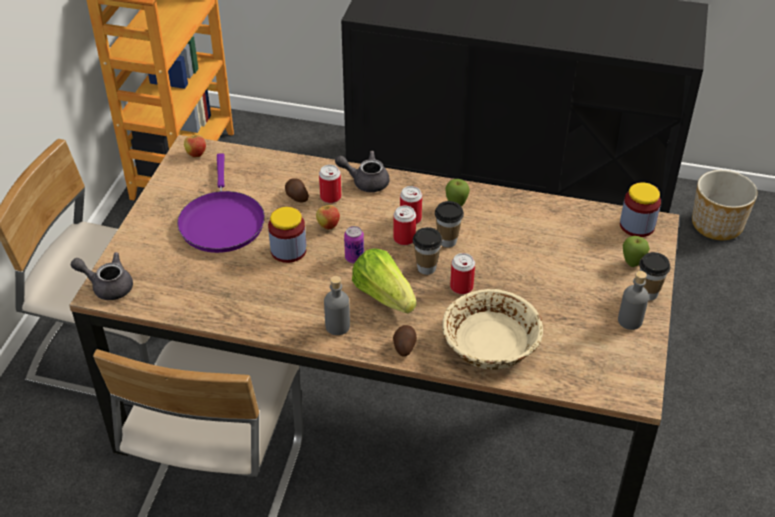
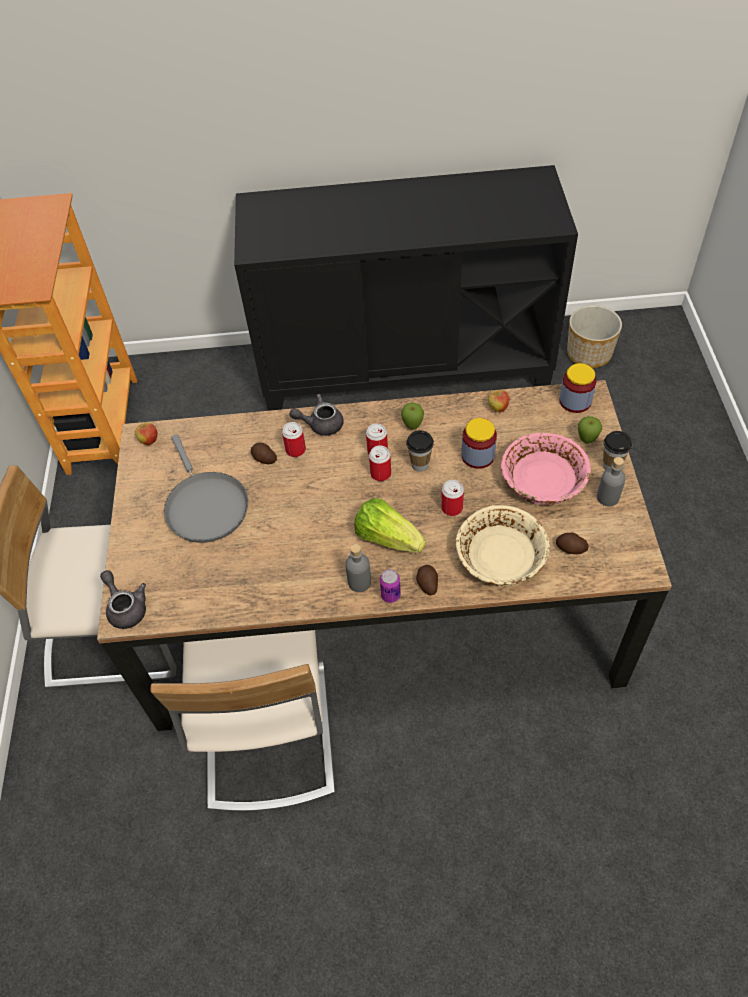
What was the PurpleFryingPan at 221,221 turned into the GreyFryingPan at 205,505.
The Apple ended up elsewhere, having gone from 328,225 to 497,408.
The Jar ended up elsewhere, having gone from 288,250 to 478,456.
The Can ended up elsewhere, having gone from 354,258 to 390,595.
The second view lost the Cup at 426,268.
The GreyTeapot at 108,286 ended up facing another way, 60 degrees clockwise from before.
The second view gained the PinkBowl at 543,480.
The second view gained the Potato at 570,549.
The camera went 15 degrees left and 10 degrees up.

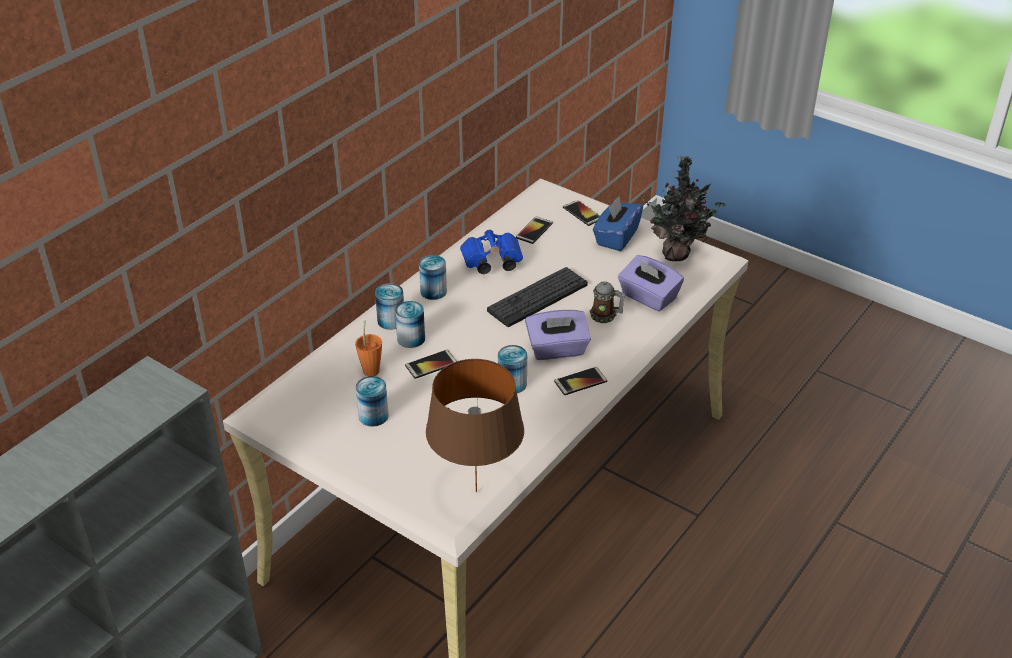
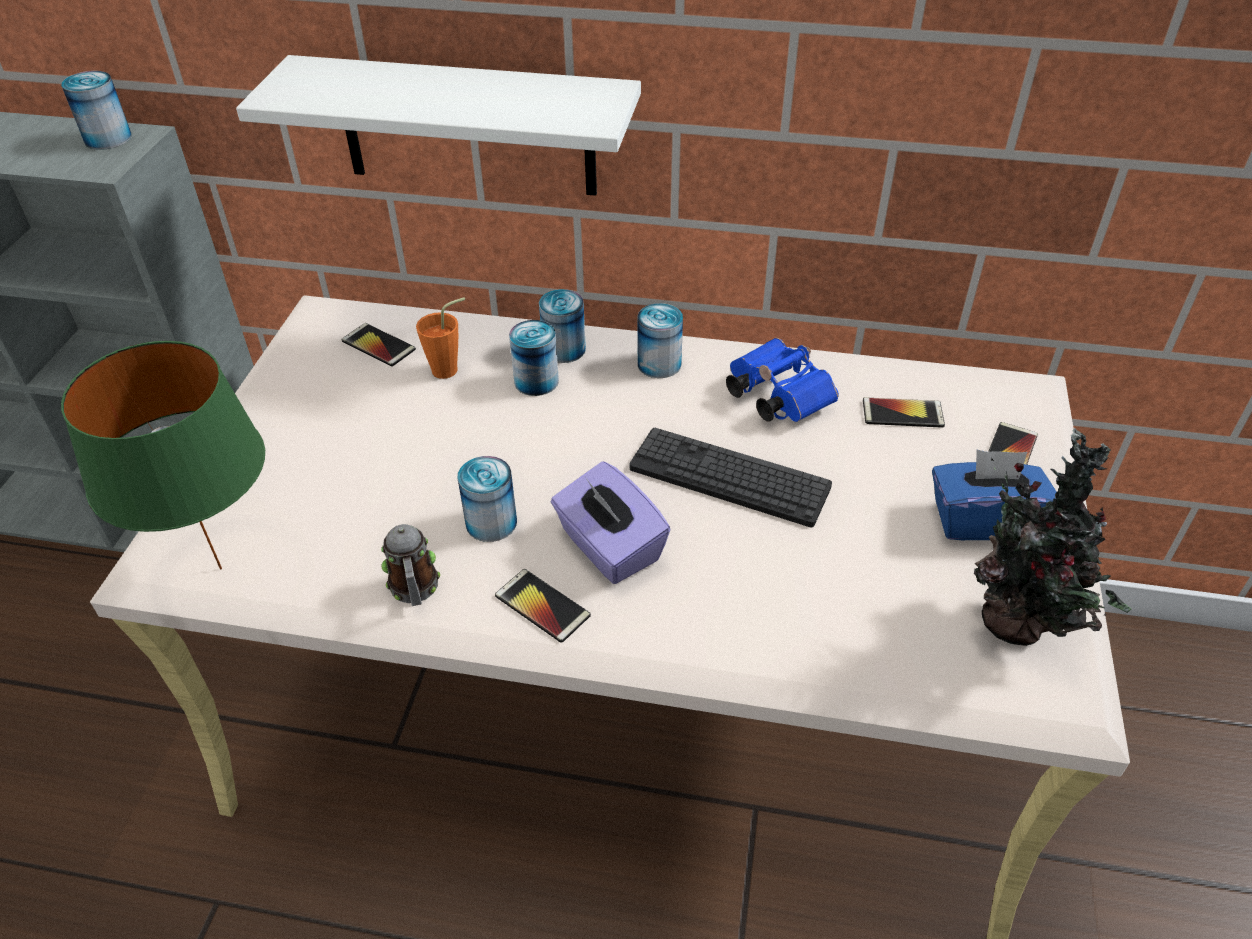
The second view lost the PurpleTissueBox at 648,297.
The Mug ended up elsewhere, having gone from 606,316 to 415,590.
The Phone ended up elsewhere, having gone from 431,365 to 378,345.
What was the BrownTableLamp at 476,492 turned into the GreenTableLamp at 218,569.
The Can ended up elsewhere, having gone from 373,416 to 108,138.
The second view gained the WhiteShelf at 467,127.
The camera went 65 degrees right and 5 degrees up.

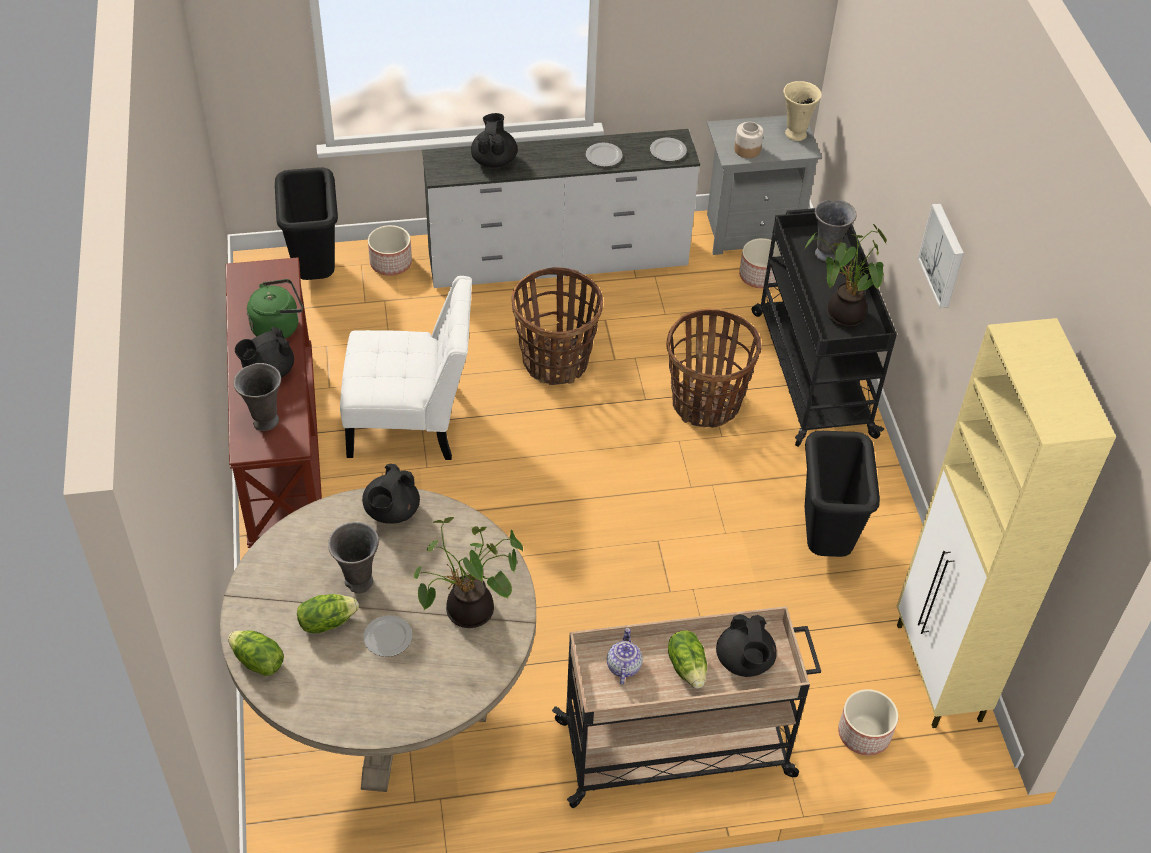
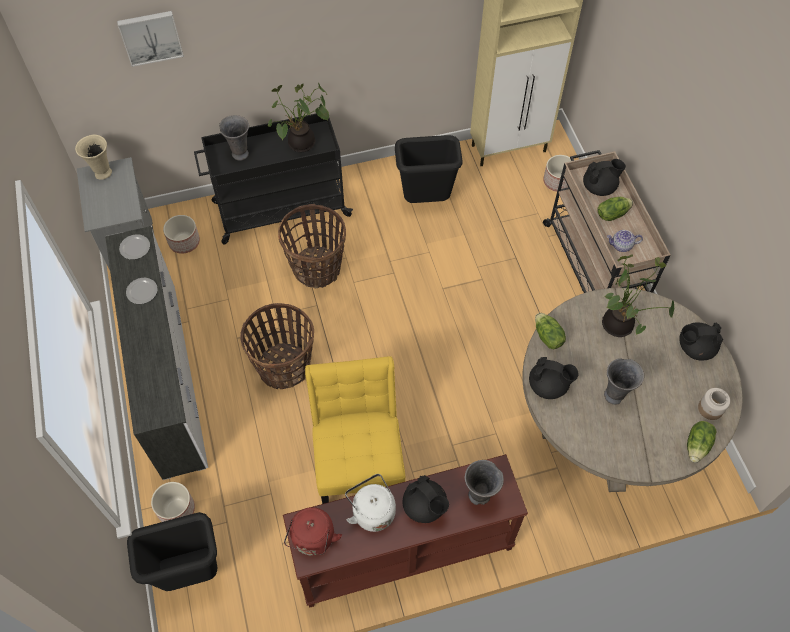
The BlackTeapot ended up elsewhere, having gone from 494,160 to 694,348.
The Jar ended up elsewhere, having gone from 747,150 to 710,409.
The Picture ended up elsewhere, having gone from 944,255 to 150,37.
What was the WhiteChair at 411,422 turned into the YellowChair at 359,459.
What was the GreenKettle at 278,326 turned into the WhiteKettle at 372,511.
The Lettuce ended up elsewhere, having gone from 327,621 to 547,337.
The second view lost the Plate at 387,636.
The second view gained the RedKettle at 313,540.
The camera went 95 degrees left and 10 degrees up.

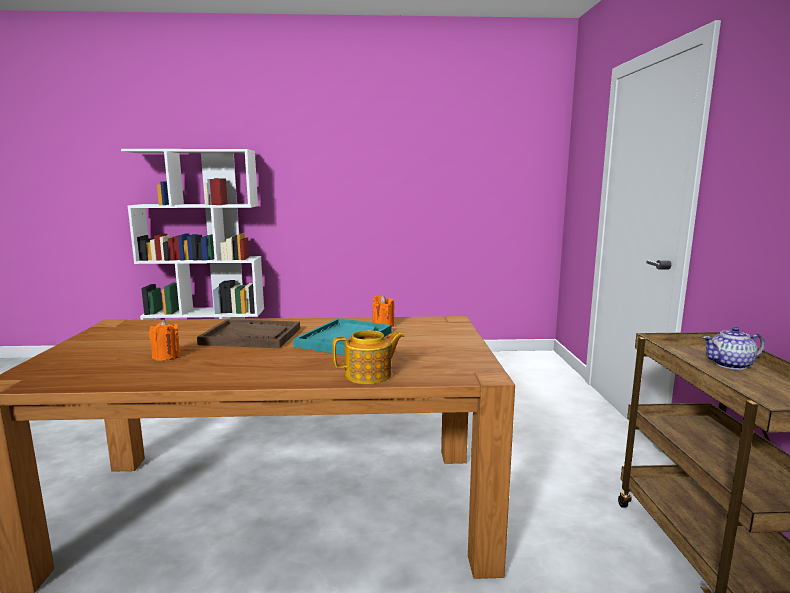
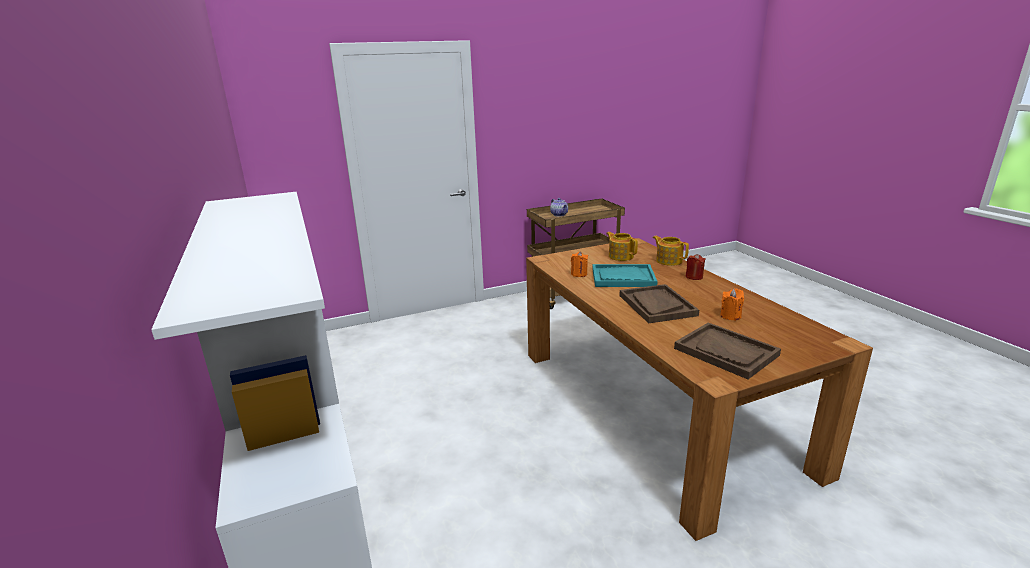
The second view gained the Teapot at 620,256.
The second view gained the RedCandle at 694,277.
The second view gained the BrownTray at 726,352.
The camera went 110 degrees left and 10 degrees up.

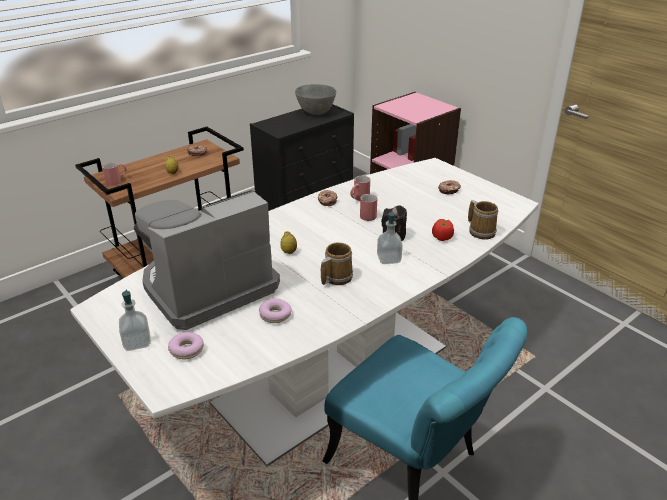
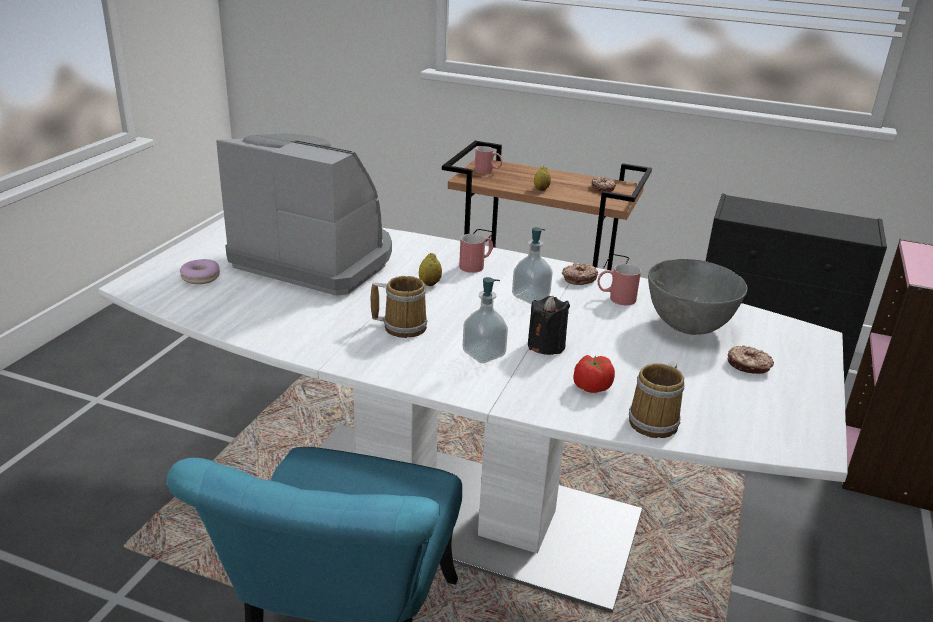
The GreyBowl ended up elsewhere, having gone from 316,112 to 689,326.
The RedMug ended up elsewhere, having gone from 367,214 to 476,265.
The SoapDispenser ended up elsewhere, having gone from 137,342 to 530,297.
The second view lost the Donut at 275,315.
The camera went 60 degrees right and 5 degrees down.

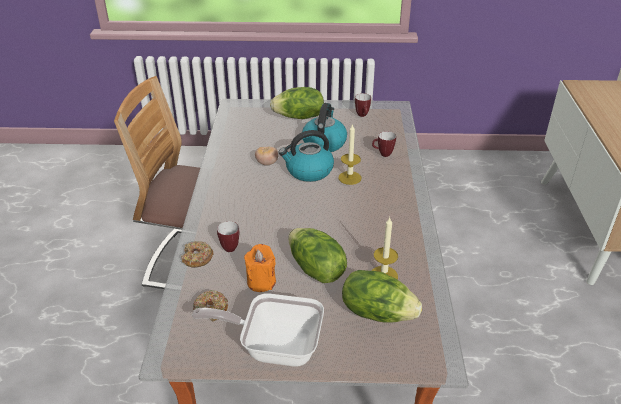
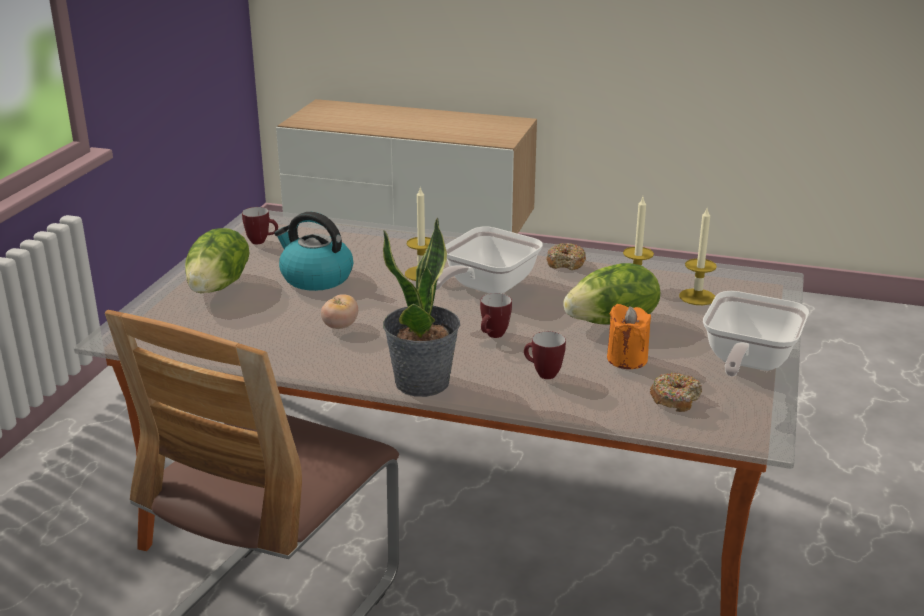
The second view lost the Kettle at 308,171.
The Mug ended up elsewhere, having gone from 382,154 to 493,336.
The Donut ended up elsewhere, having gone from 197,258 to 566,263.
Where the Lettuce stood at 377,312, the Candle came to stand at 697,297.
The second view gained the PottedPlant at 423,383.
The second view gained the FryingPan at 484,288.
The camera went 75 degrees left and 10 degrees down.

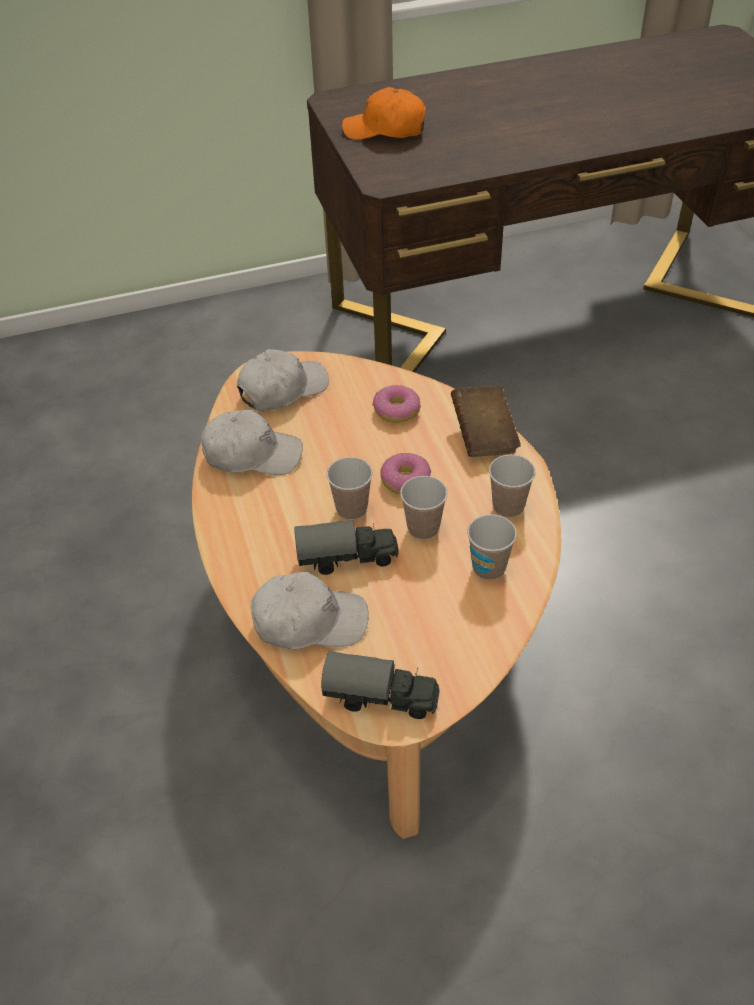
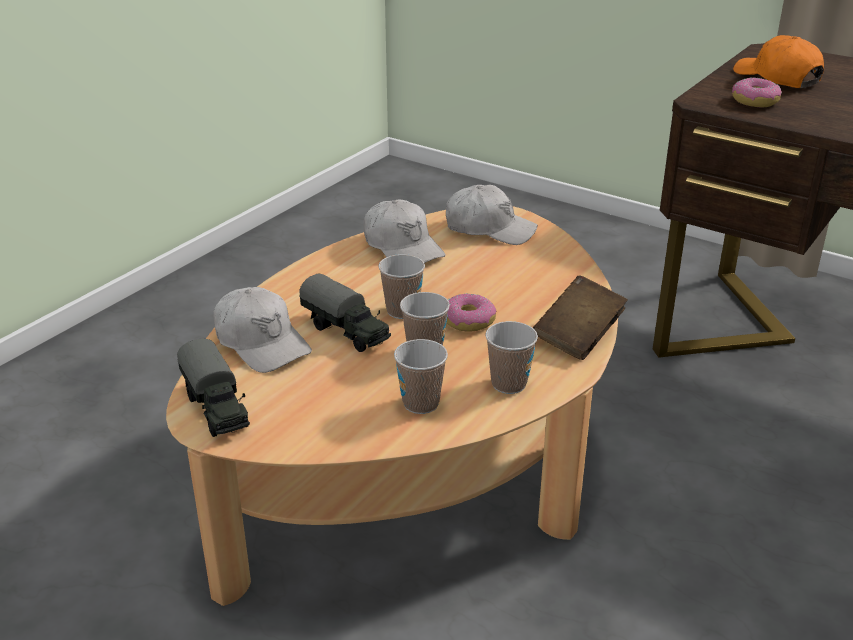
The Donut ended up elsewhere, having gone from 396,410 to 754,101.
The camera went 50 degrees right and 15 degrees down.

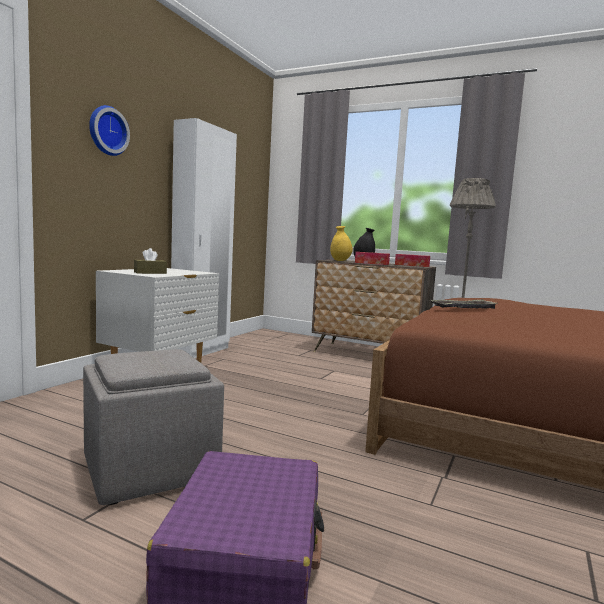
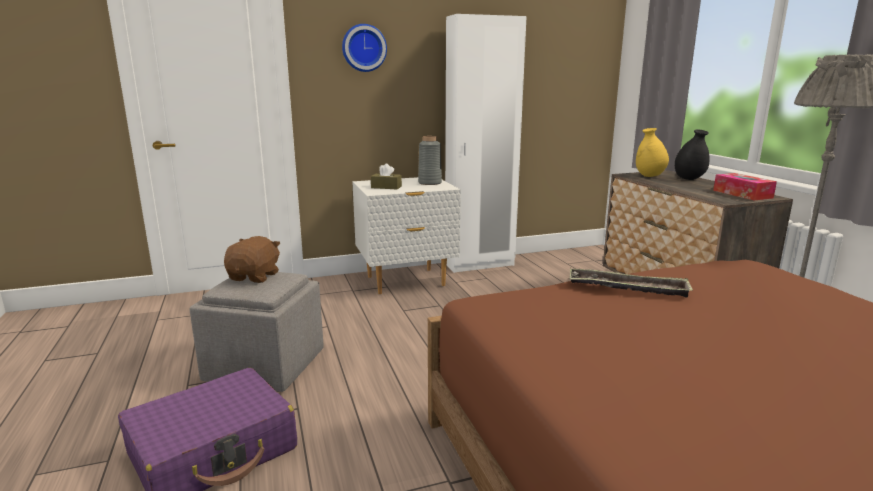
The second view lost the TissueBox at 372,263.
The second view gained the GreyVase at 429,183.
The second view gained the BrownPlushToy at 255,277.
The camera went 45 degrees right and 10 degrees up.

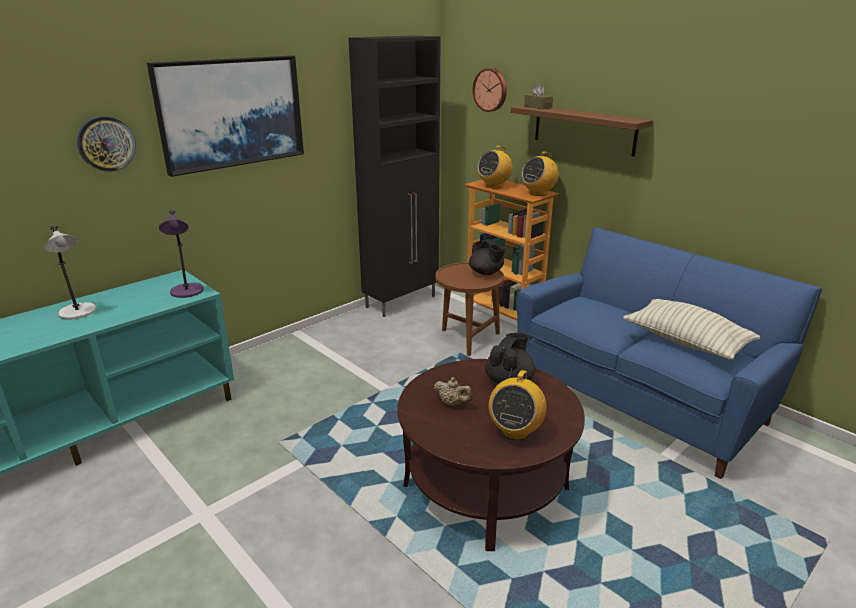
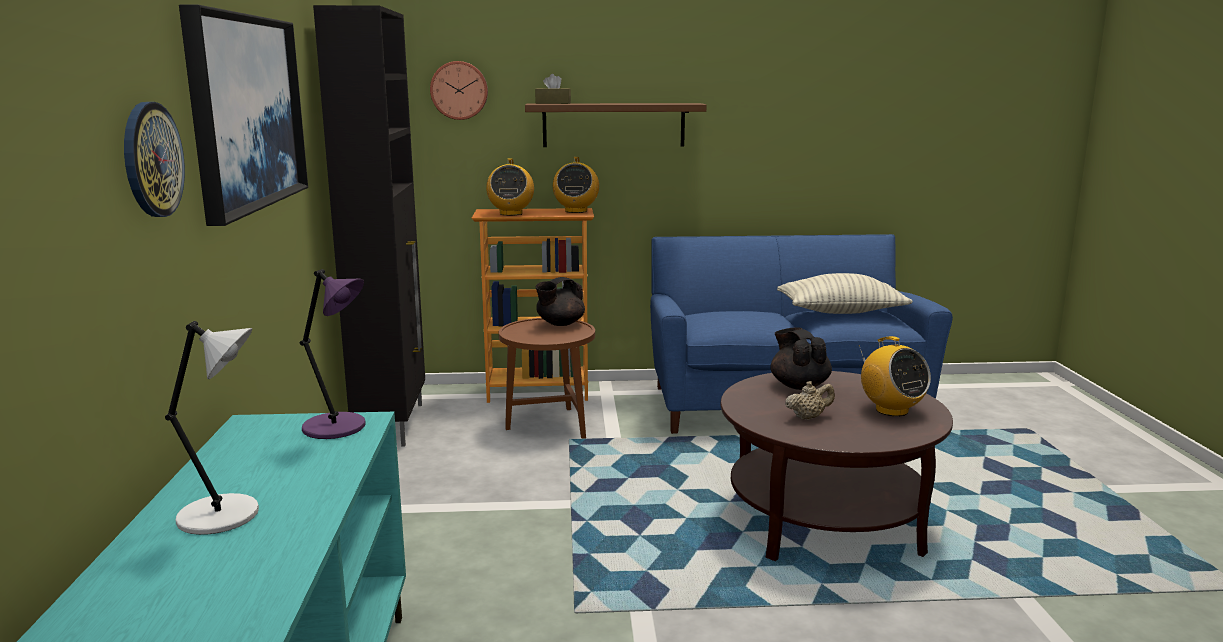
The BlackTeapot at 486,273 ended up facing another way, 135 degrees clockwise from before.
The camera went 50 degrees left and 10 degrees down.

